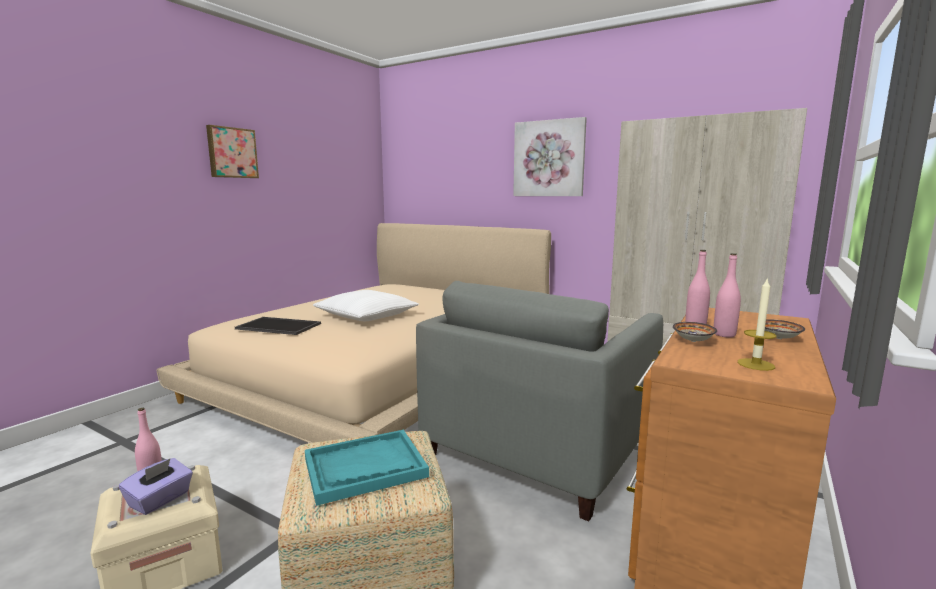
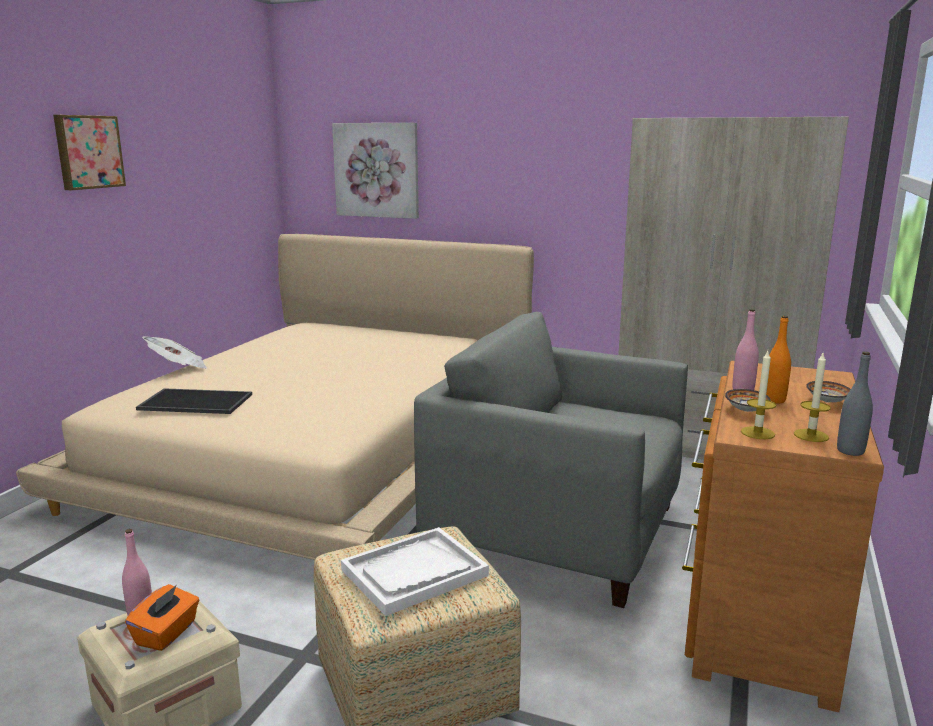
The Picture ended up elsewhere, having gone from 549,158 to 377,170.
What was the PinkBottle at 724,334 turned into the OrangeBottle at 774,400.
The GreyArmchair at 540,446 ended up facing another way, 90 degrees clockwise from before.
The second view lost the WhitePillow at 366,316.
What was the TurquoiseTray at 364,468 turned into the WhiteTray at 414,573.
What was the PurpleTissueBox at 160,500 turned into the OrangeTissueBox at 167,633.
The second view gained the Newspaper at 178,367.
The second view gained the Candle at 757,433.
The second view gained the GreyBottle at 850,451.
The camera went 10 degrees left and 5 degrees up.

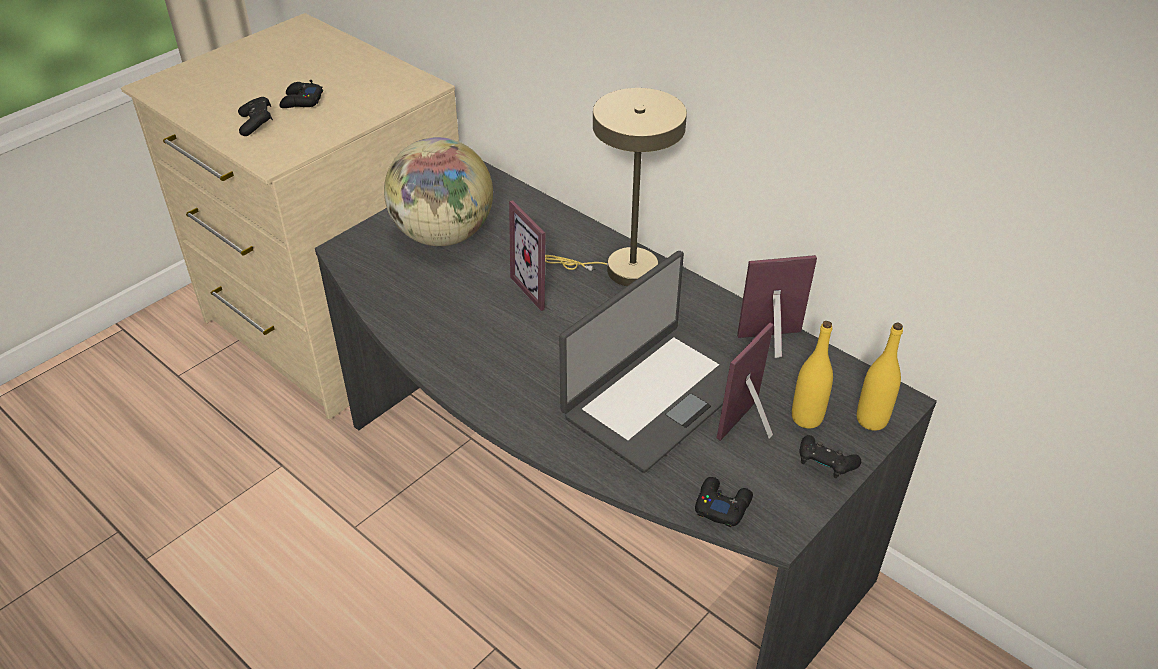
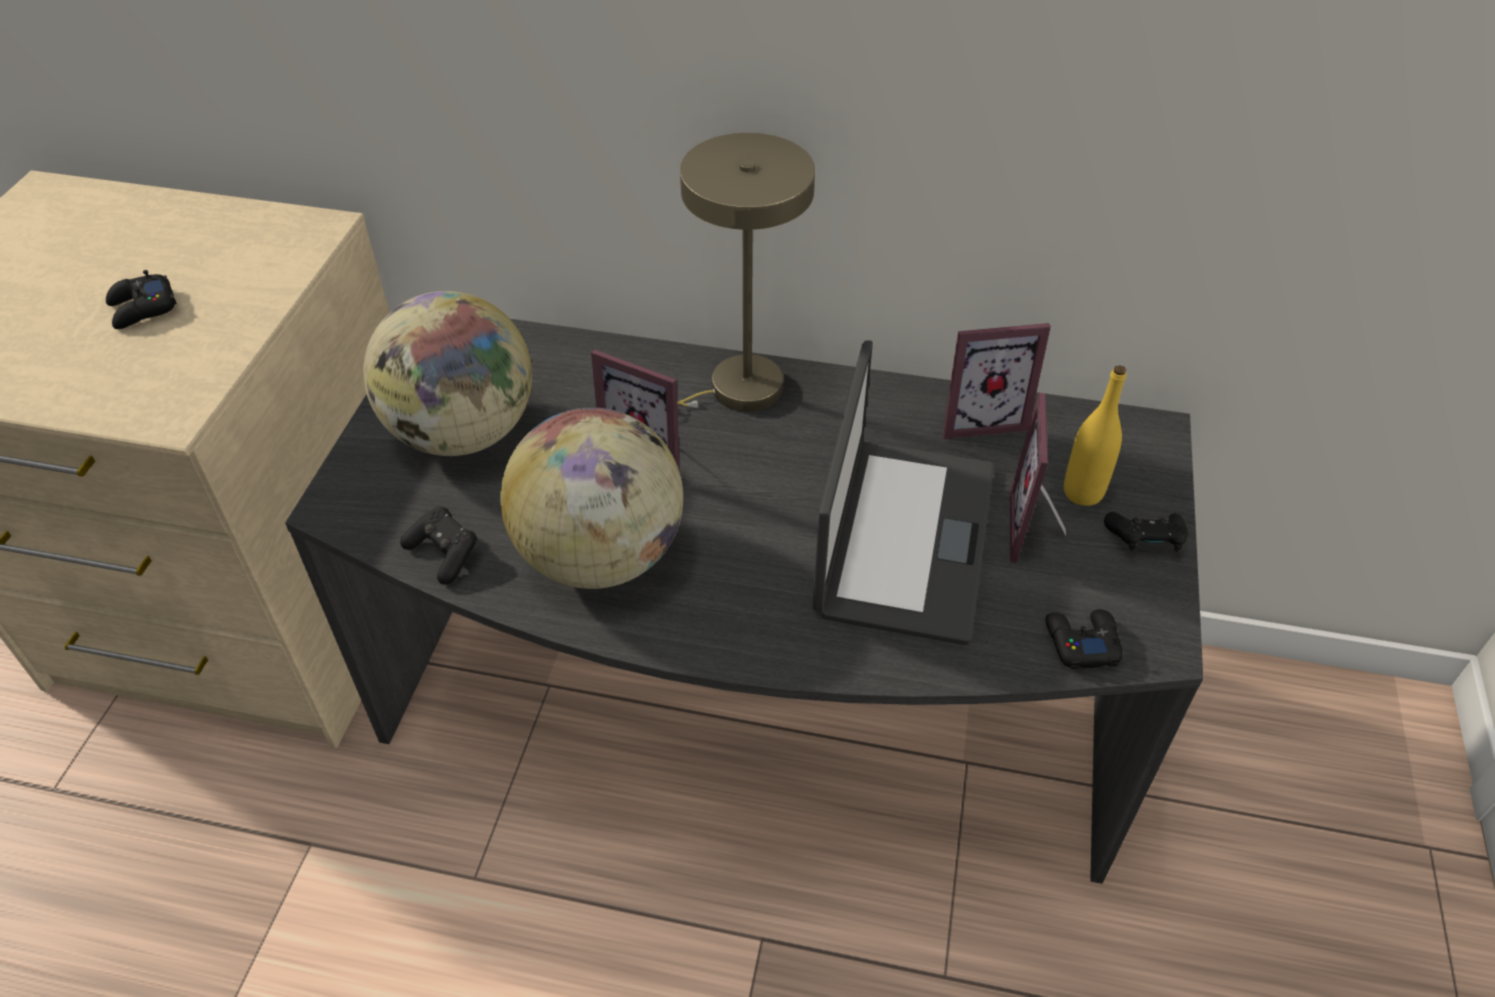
The BlackGameController ended up elsewhere, having gone from 257,124 to 444,553.
The PictureFrame at 773,345 ended up facing another way, 150 degrees counterclockwise from before.
The second view lost the YellowBottle at 871,420.
The second view gained the Globe at 601,555.
The camera went 30 degrees left and 5 degrees up.

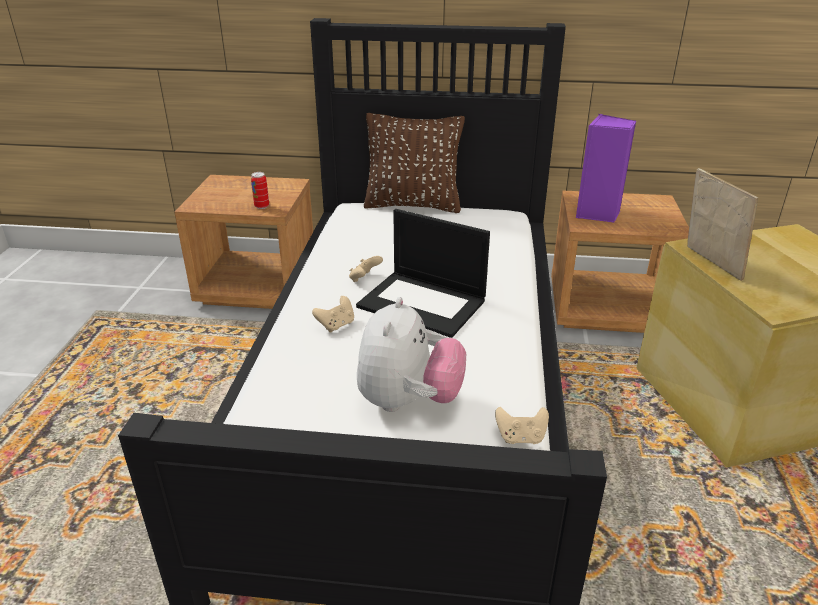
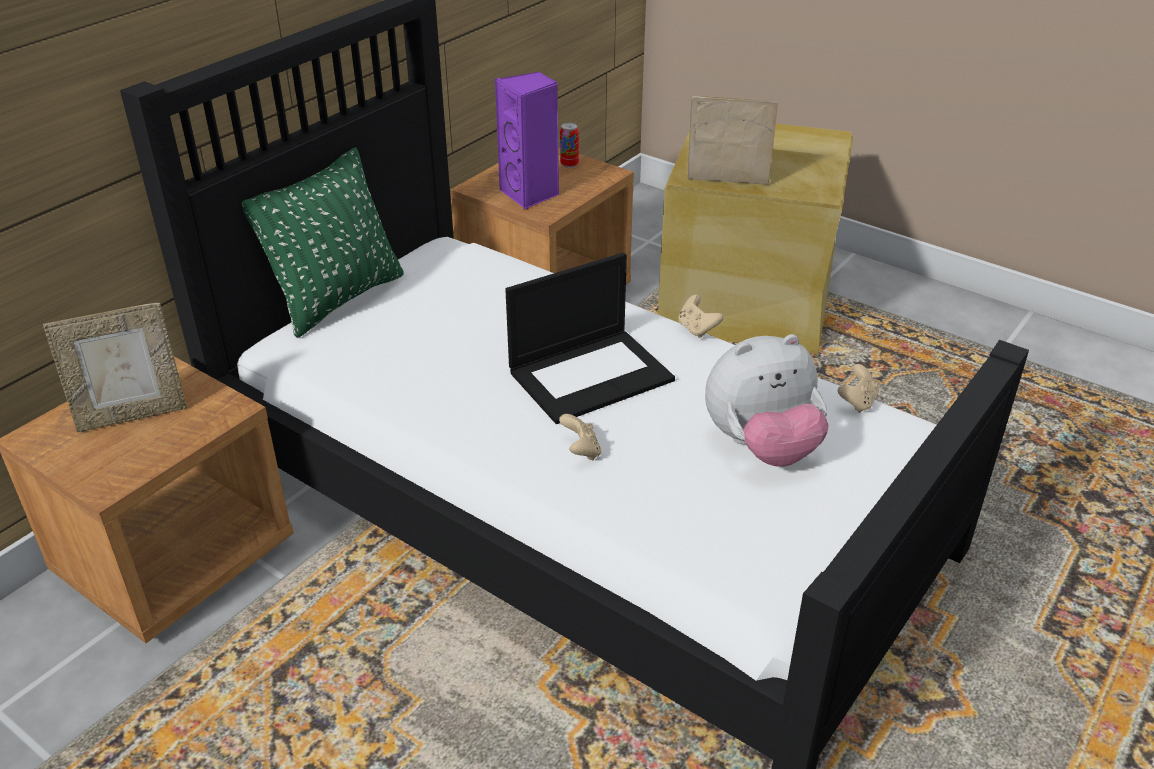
What was the BrownPillow at 413,205 turned into the GreenPillow at 338,299.
The Can ended up elsewhere, having gone from 262,206 to 569,165.
The BeigeGameController ended up elsewhere, having gone from 364,279 to 697,329.
The PlushToy at 409,401 ended up facing another way, 120 degrees clockwise from before.
The second view gained the PictureFrame at 132,415.
The camera went 60 degrees left and 5 degrees up.

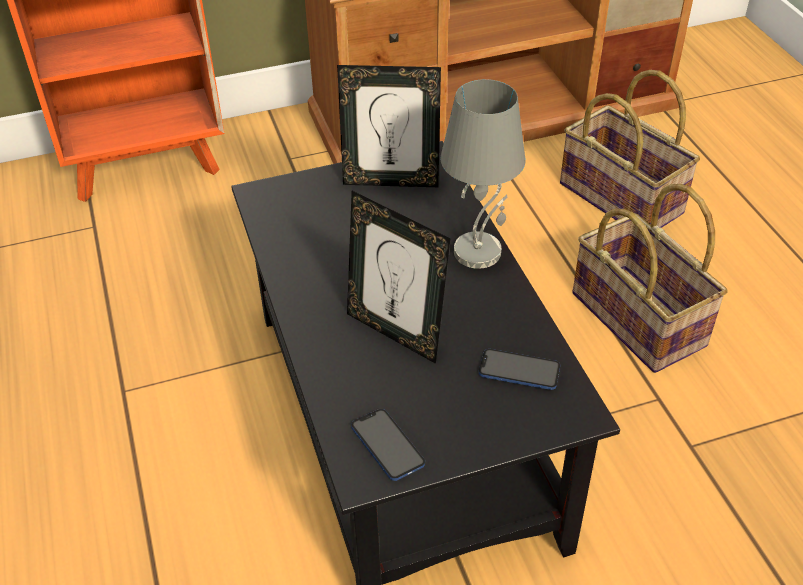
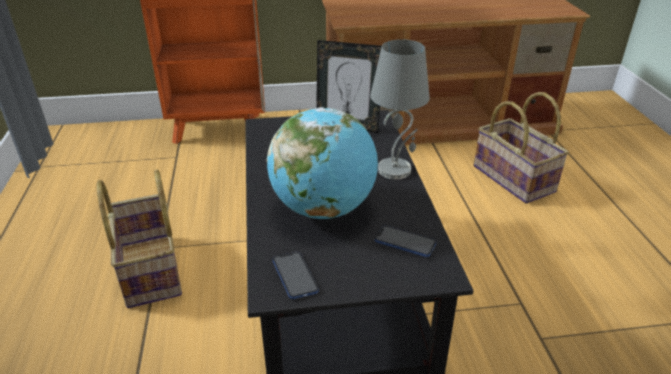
The Basket ended up elsewhere, having gone from 640,319 to 152,270.
Where the PictureFrame stood at 396,332, the Globe came to stand at 323,208.
The camera went 10 degrees right and 10 degrees down.

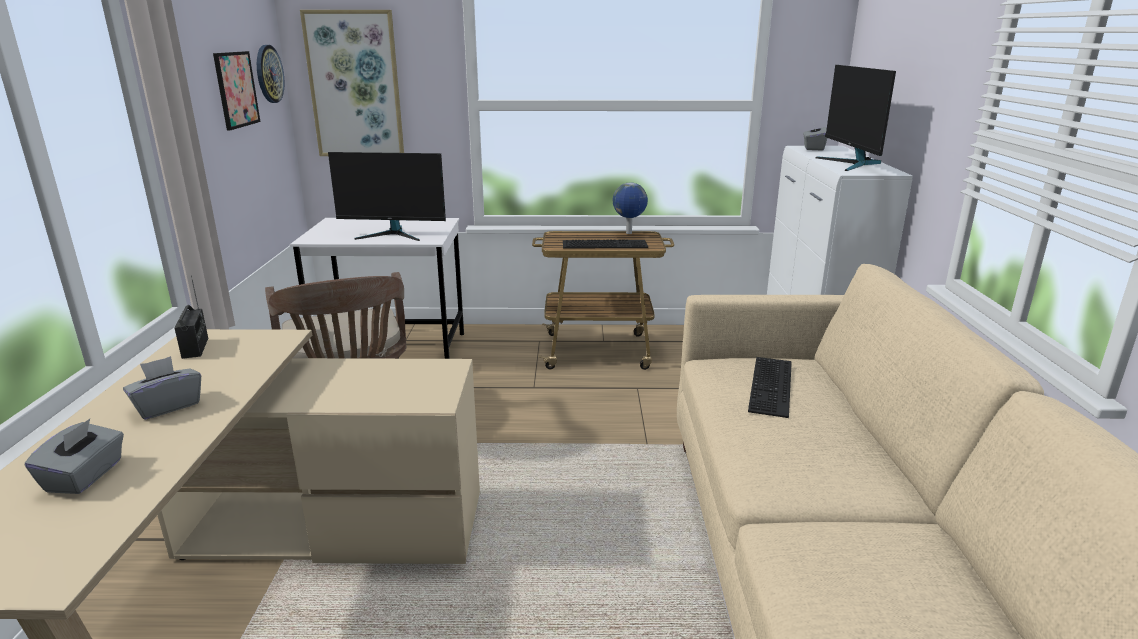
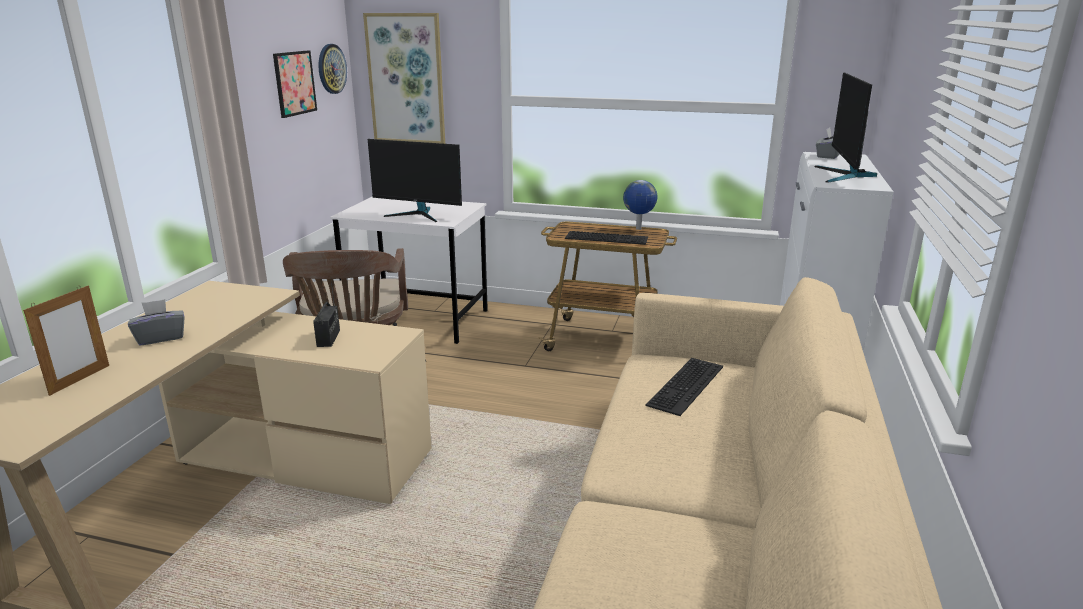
The Radio ended up elsewhere, having gone from 195,348 to 328,338.
Where the GreyTissueBox stood at 85,476, the PictureFrame came to stand at 80,380.
The camera went 15 degrees right and 0 degrees up.

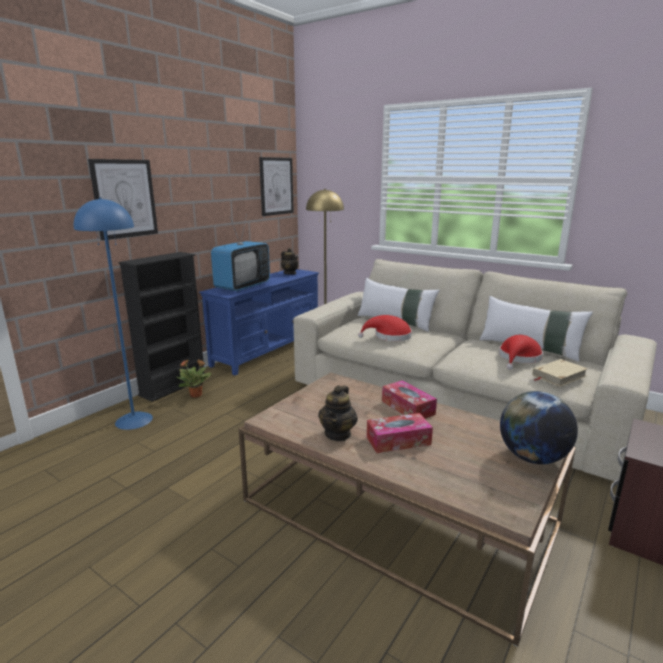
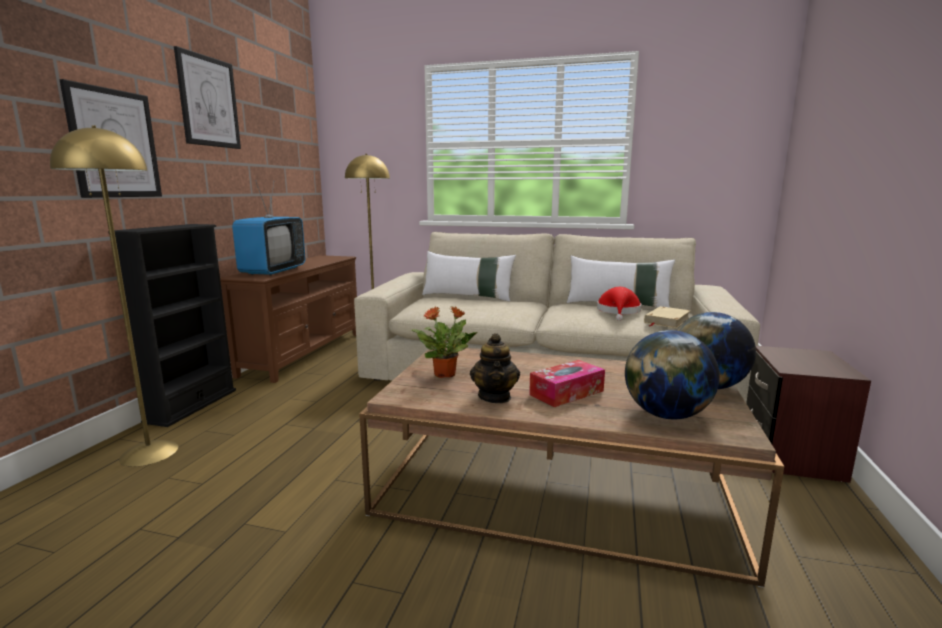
The Picture ended up elsewhere, having gone from 276,186 to 208,102.
What was the BlueFloorLamp at 134,420 turned into the YellowFloorLamp at 149,452.
The second view lost the Teapot at 290,273.
What was the BlueTvStand at 267,351 turned into the BrownTvStand at 303,354.
The second view lost the RedHat at 389,336.
The PottedPlant ended up elsewhere, having gone from 196,395 to 445,374.
The second view lost the TissueBox at 408,407.
The second view gained the Globe at 666,415.
The camera went 20 degrees left and 5 degrees down.

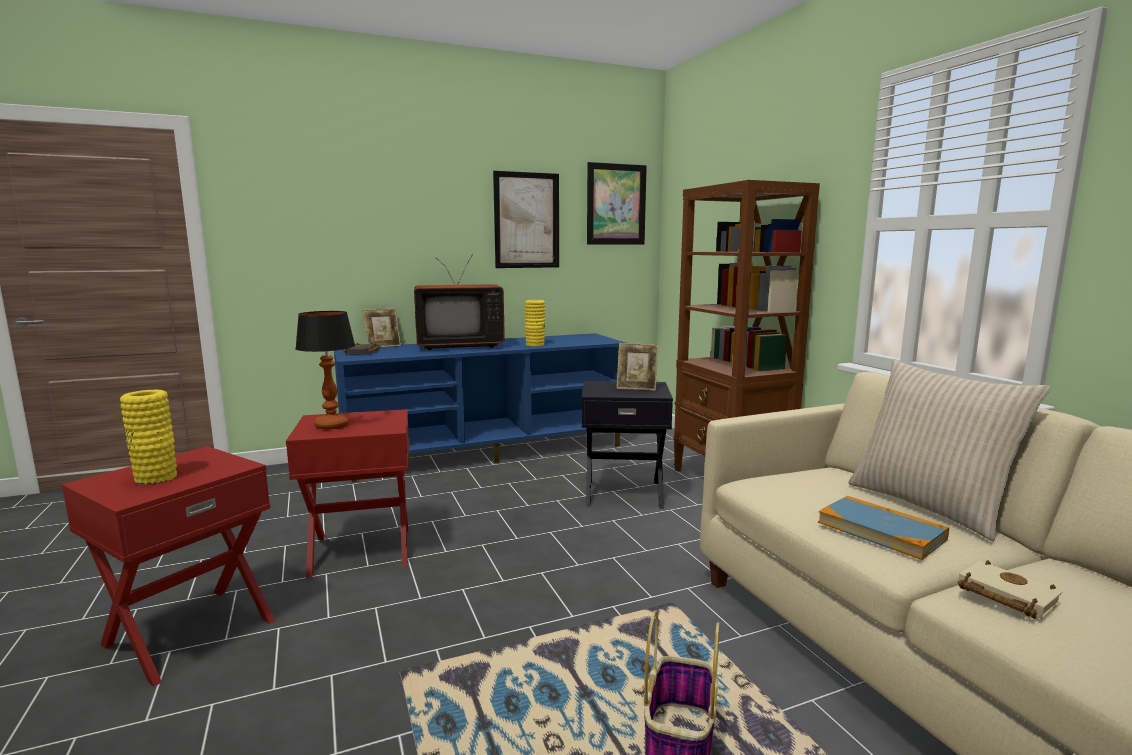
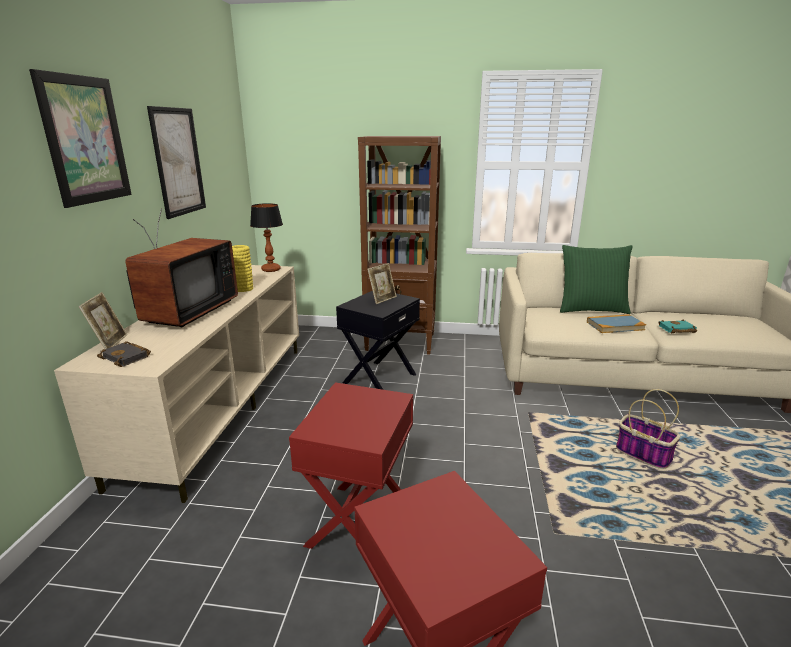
The Picture ended up elsewhere, having gone from 616,204 to 85,140.
The TableLamp ended up elsewhere, having gone from 333,425 to 271,269.
What was the BlueTvStand at 488,451 turned into the BeigeTvStand at 222,405.
What was the BeigePillow at 929,505 turned into the GreenPillow at 591,309.
The second view lost the YellowVase at 156,477.
What was the BeigeBook at 1003,595 turned into the TurquoiseBook at 676,330.
The camera went 60 degrees left and 10 degrees up.

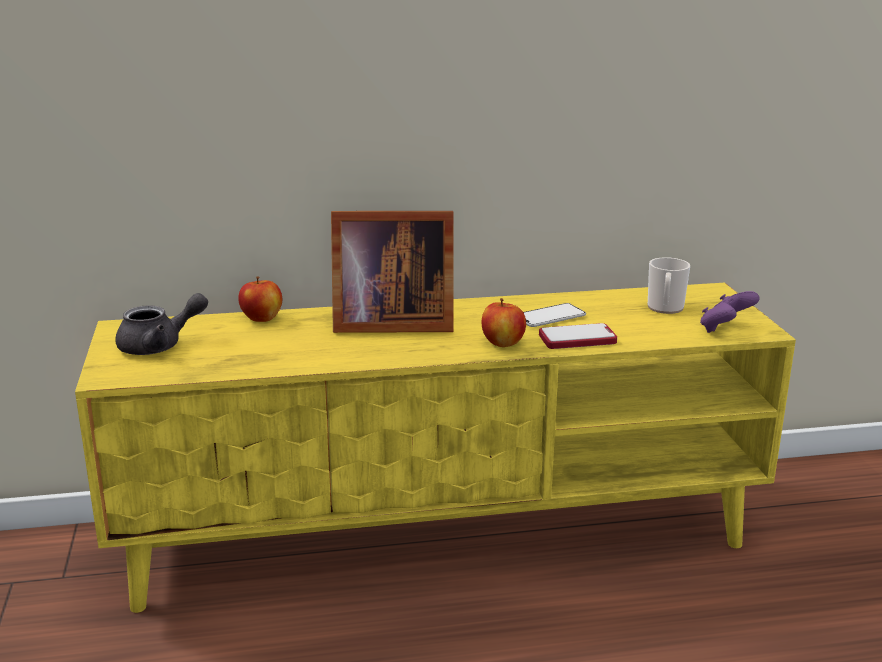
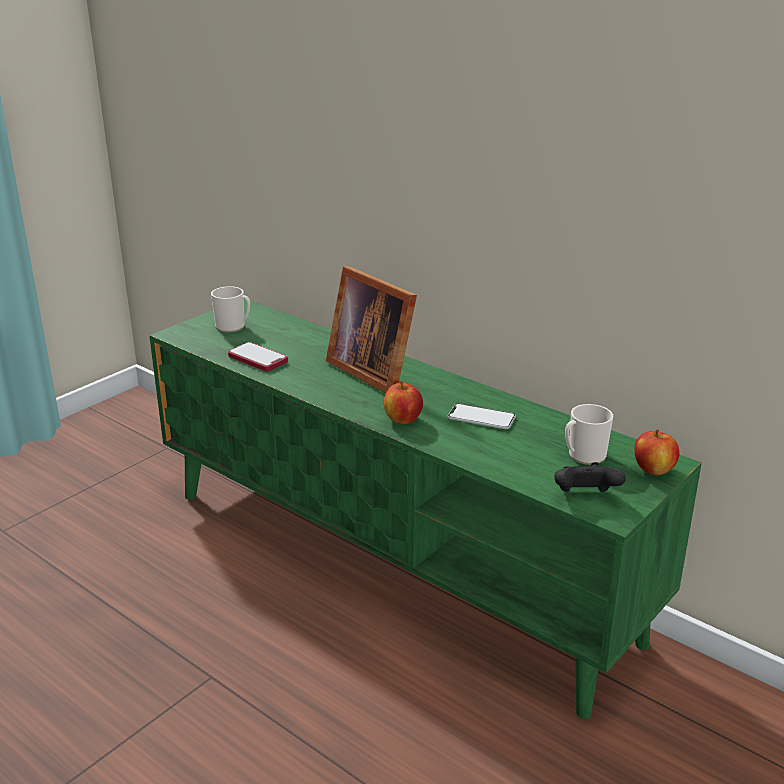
The Apple ended up elsewhere, having gone from 262,318 to 654,470.
What was the YellowTvStand at 442,537 turned into the GreenTvStand at 395,563.
What was the PurpleGameController at 725,329 turned into the BlackGameController at 585,496.
Where the GreyTeapot stood at 159,346, the Mug came to stand at 233,327.
The Phone ended up elsewhere, having gone from 577,339 to 258,359.
The camera went 50 degrees right and 5 degrees up.

